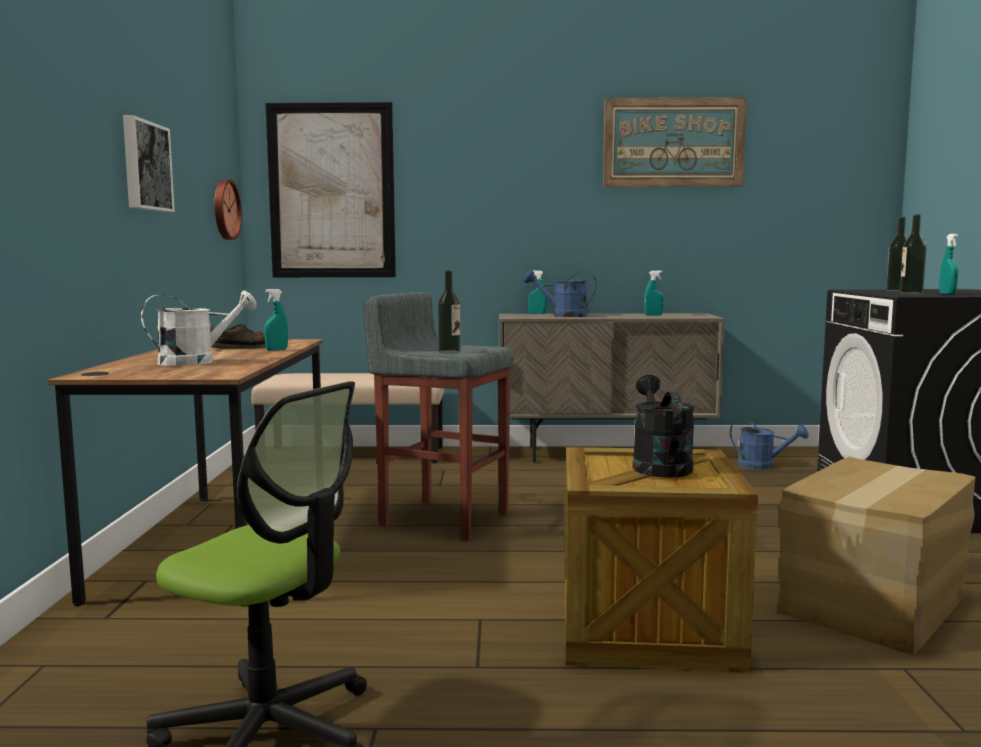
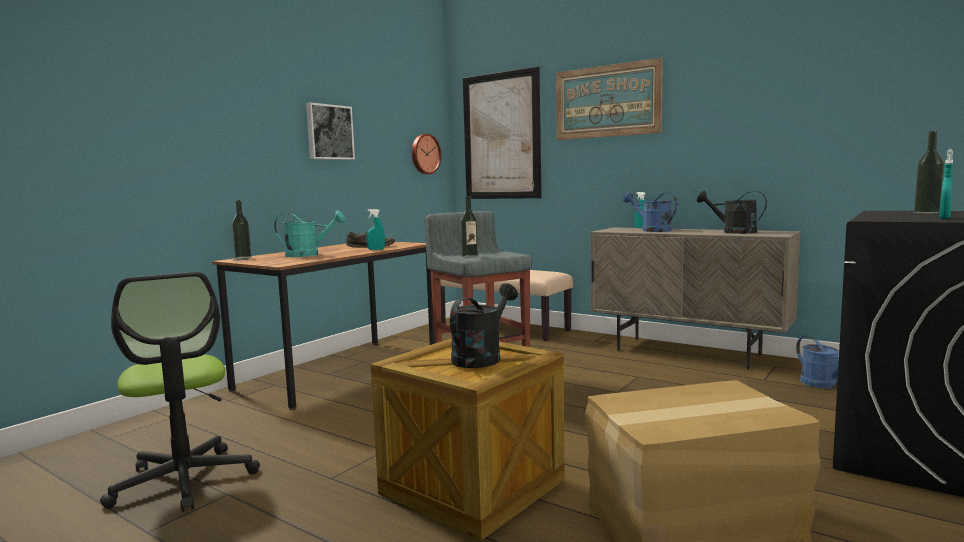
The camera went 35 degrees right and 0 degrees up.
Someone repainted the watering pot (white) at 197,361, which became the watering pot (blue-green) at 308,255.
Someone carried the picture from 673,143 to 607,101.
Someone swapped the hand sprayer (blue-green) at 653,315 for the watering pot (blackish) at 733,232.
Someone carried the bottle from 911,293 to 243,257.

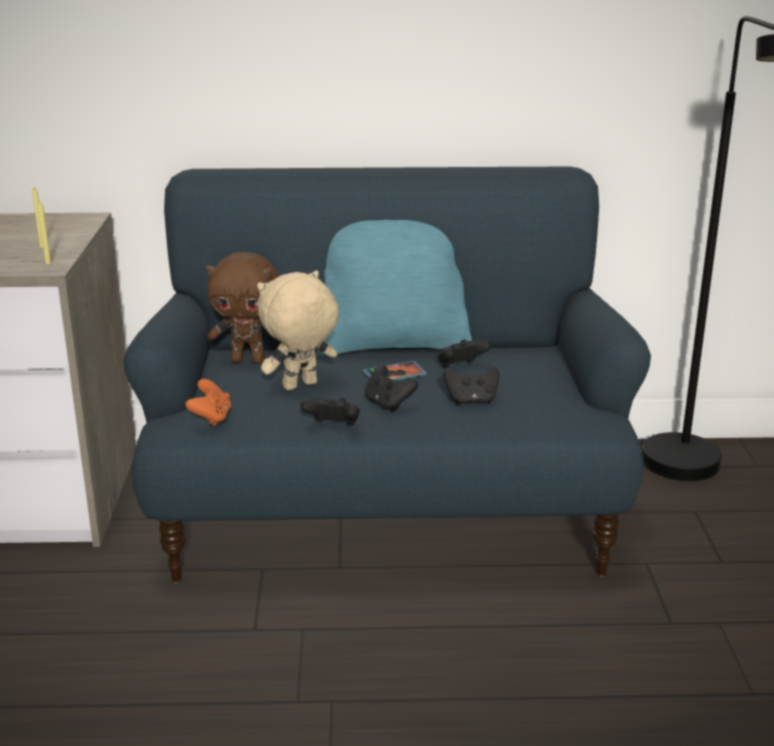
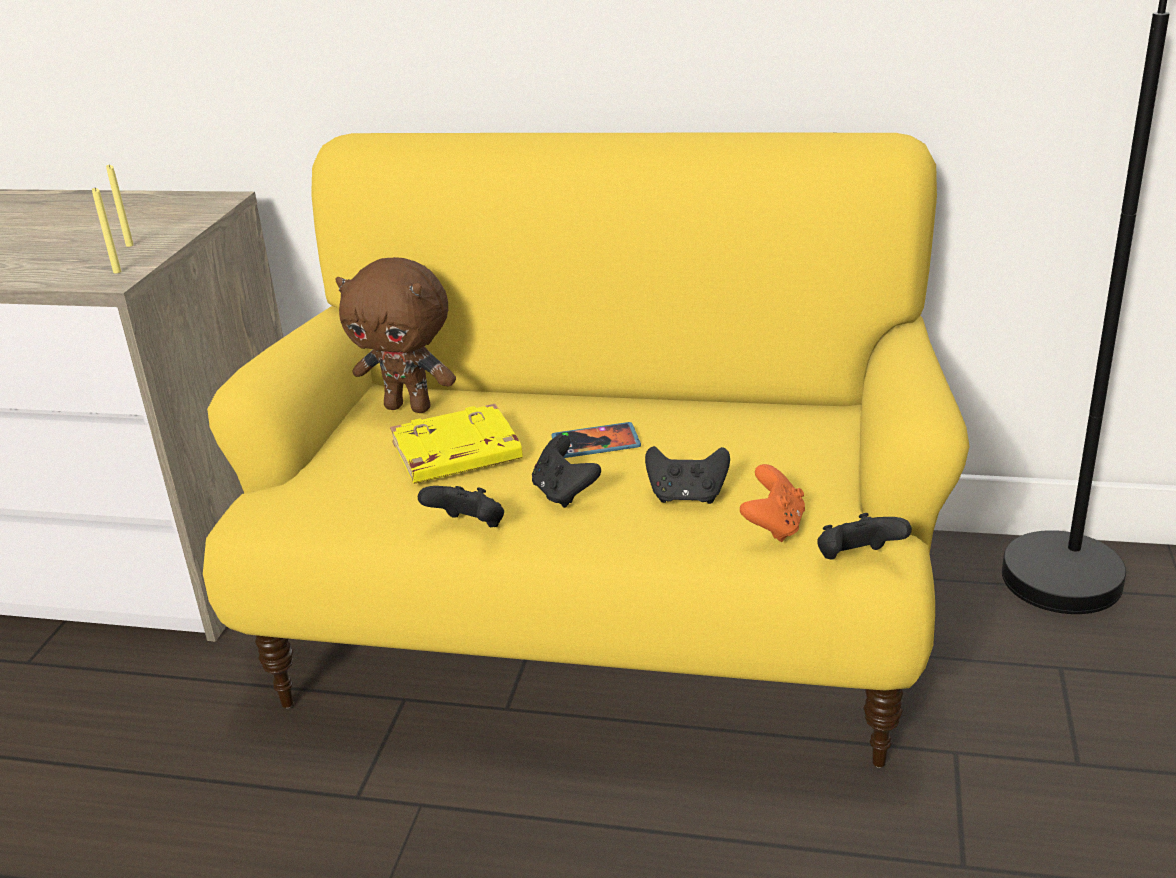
The camera went 15 degrees right and 5 degrees up.
Someone repainted the sofa (bluish) at 386,514, which became the sofa (yellowish) at 599,628.
Someone carried the game controller (orangey) from 211,418 to 774,526.
Someone swapped the plush toy (beige-coloured) at 300,386 for the volume (yellowish) at 456,455.
Someone took away the throw pillow (blue-green) at 394,346.
Someone carried the game controller (blackish) from 461,367 to 857,561.

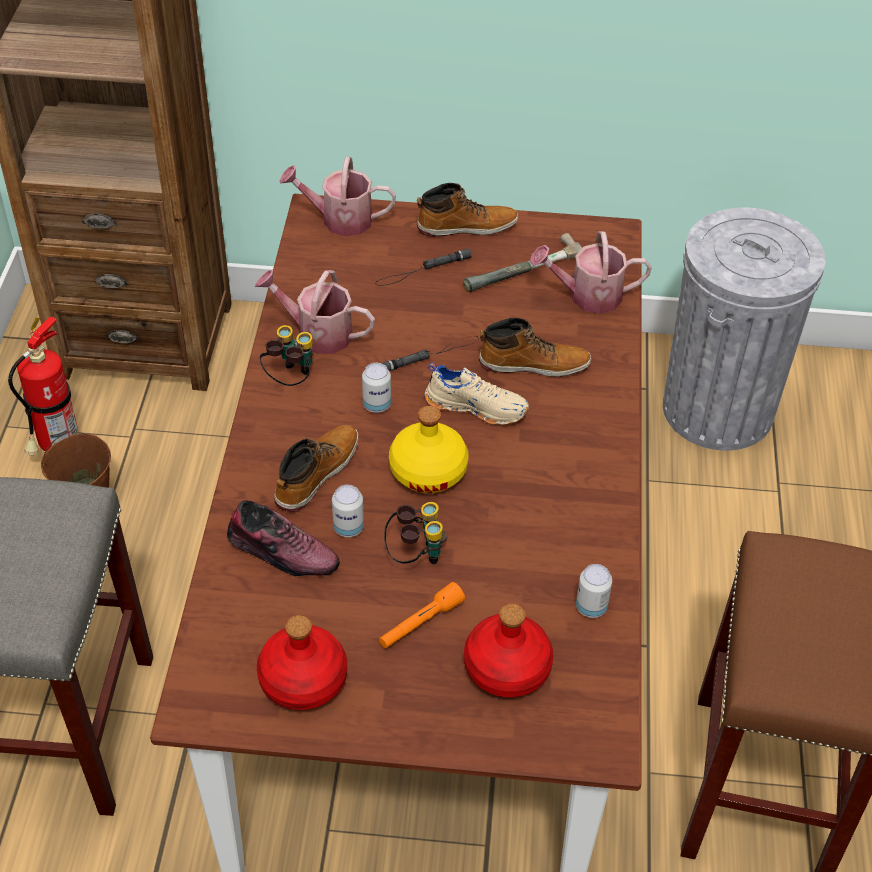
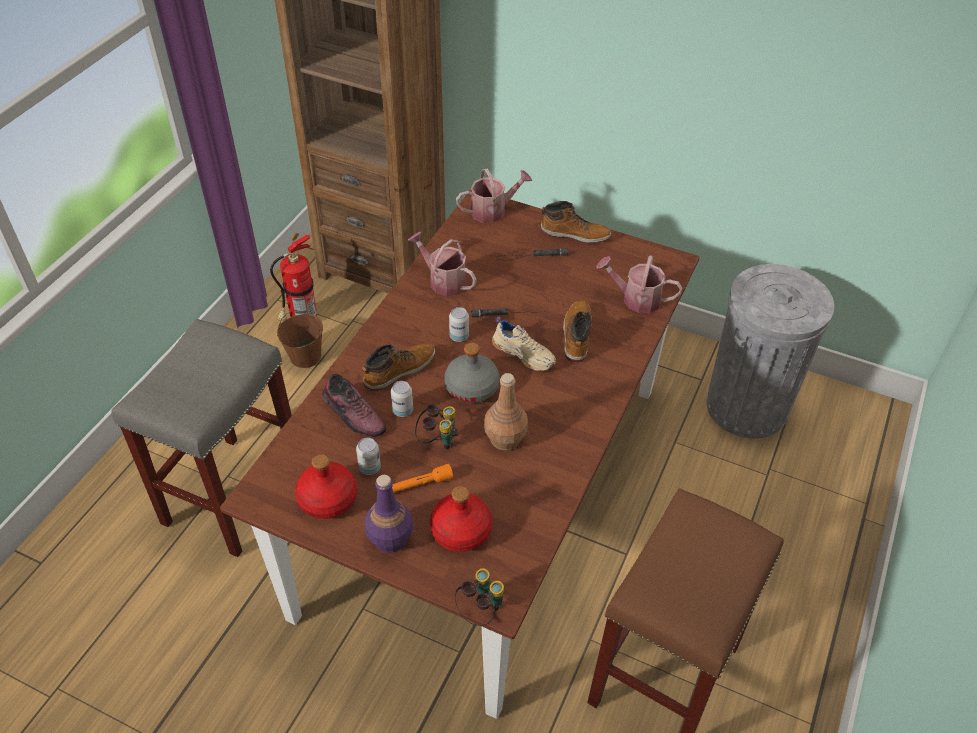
The camera went 20 degrees right and 0 degrees up.
Someone carried the pair of binoculars from 290,379 to 480,611.
Someone rotated the watering pot at 339,219 by 135 degrees clockwise.
Someone repainted the bottle (yellowish) at 428,470, which became the bottle (greyish) at 472,387.
Someone took away the hammer at 528,274.
Someone rotated the tall boot at 533,364 by 105 degrees counterclockwise.
Someone carried the sealed can from 591,607 to 369,468.
Someone put down the bottle (purple) at 390,539.
Someone put down the bottle (brown) at 504,438.

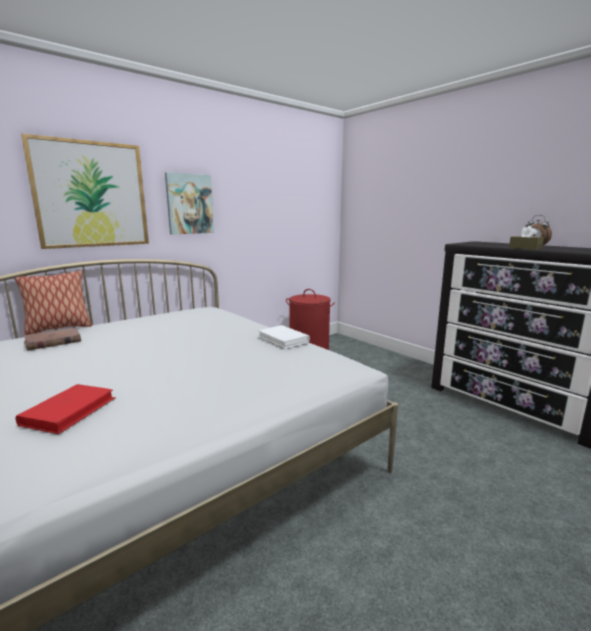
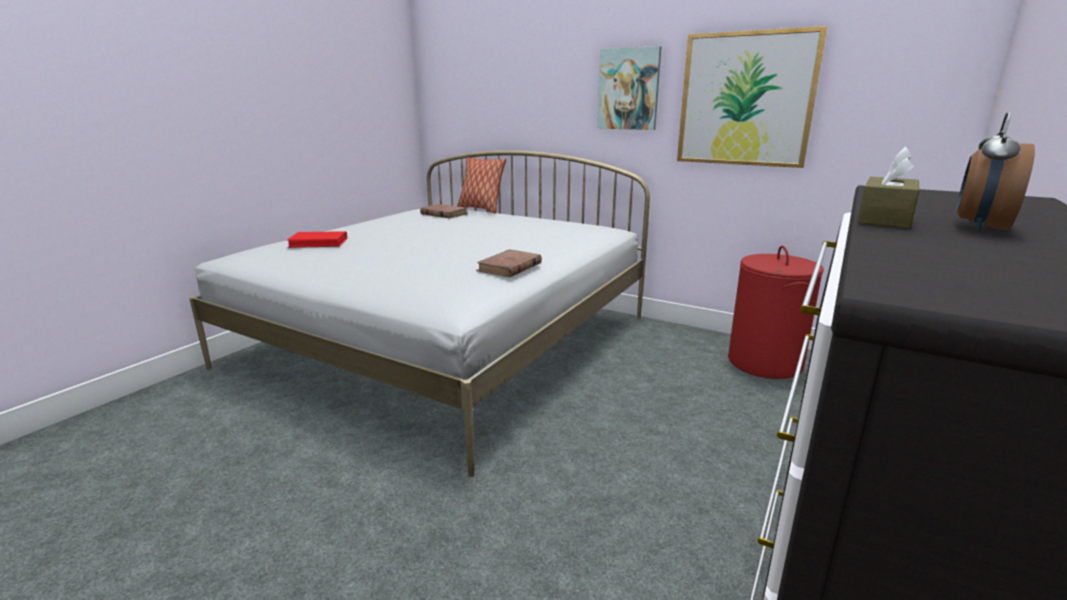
The camera went 70 degrees right and 5 degrees up.
Someone carried the picture from 91,195 to 746,100.
Someone repainted the volume (white) at 283,339, which became the volume (brown) at 509,267.

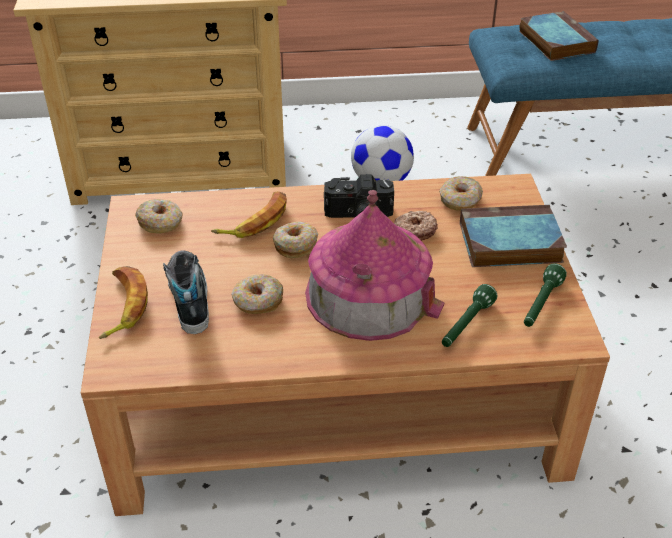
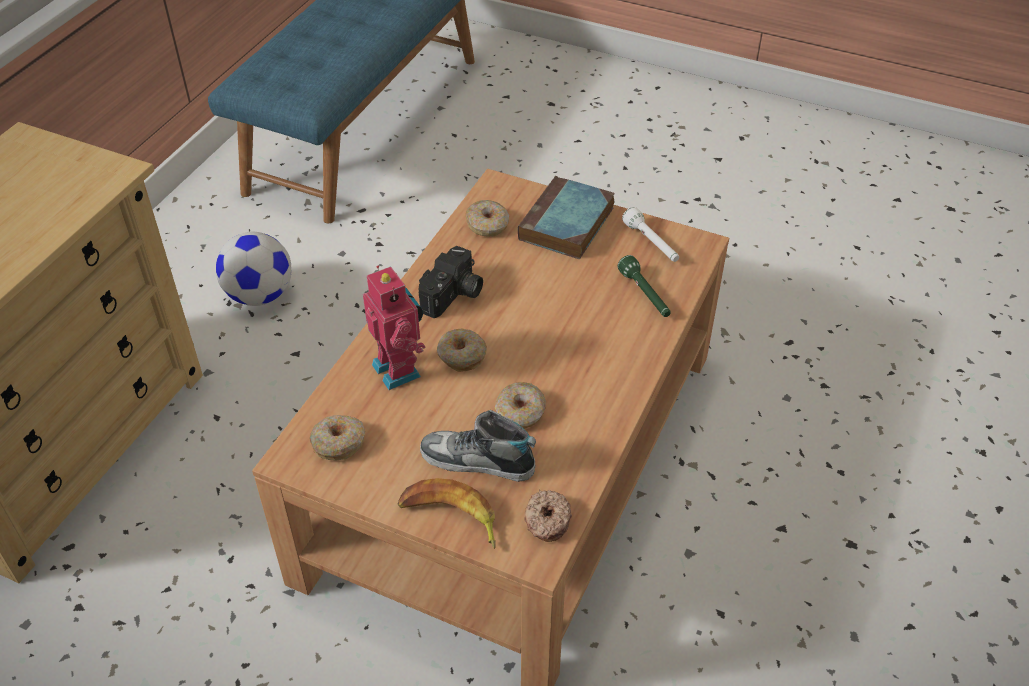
The camera went 60 degrees left and 5 degrees up.
Someone swapped the banana fruit at 255,220 for the toy robot at 399,369.
Someone took away the model house at 369,294.
Someone carried the ring doughnut from 414,231 to 546,520.
Someone took away the volume at 555,41.
Someone repainted the flashlight (green) at 541,304, which became the flashlight (white) at 651,243.

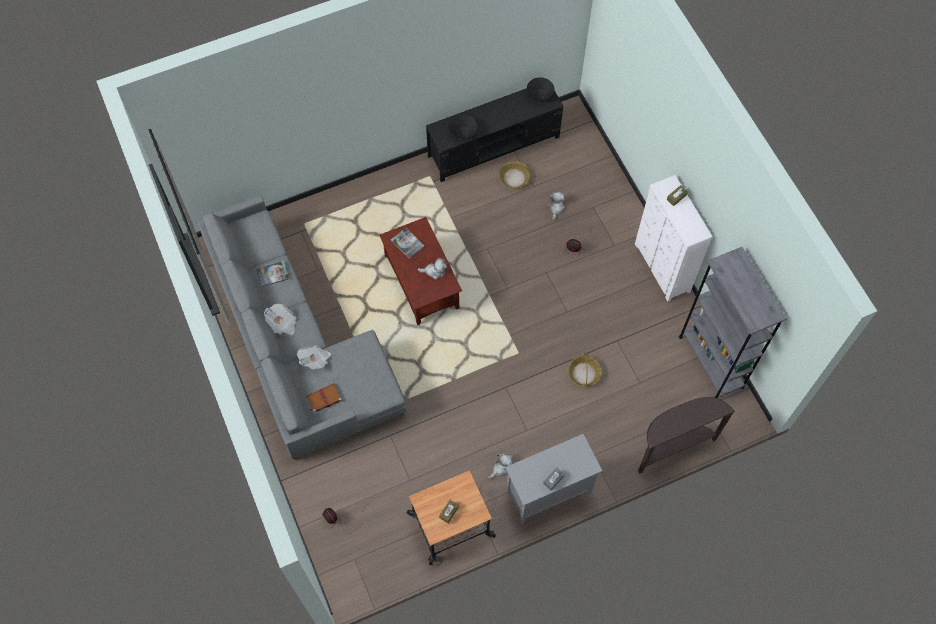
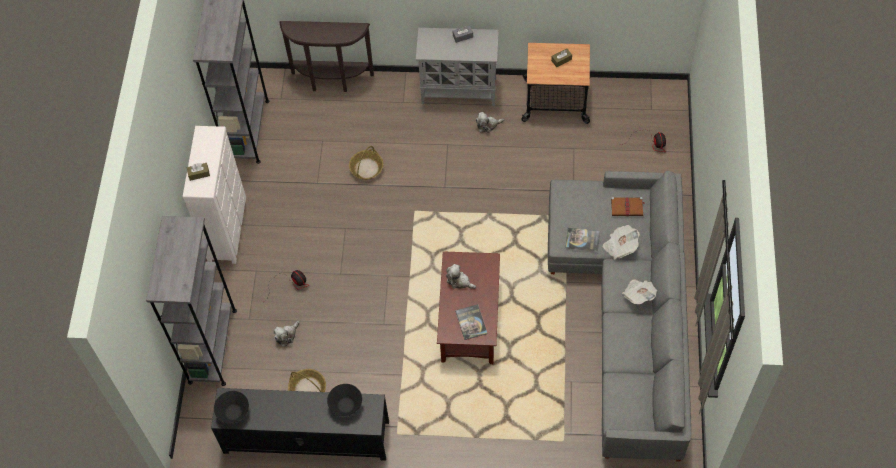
The camera went 150 degrees left and 5 degrees down.
Someone carried the volume from 272,274 to 582,239.
Someone put down the bookshelf (greyish) at 212,346.

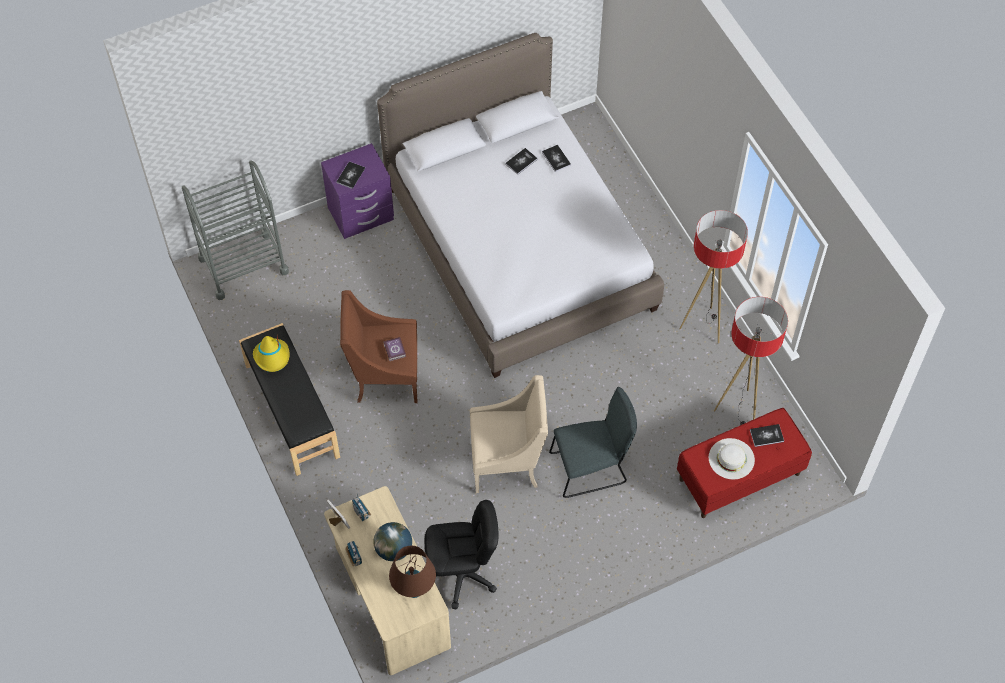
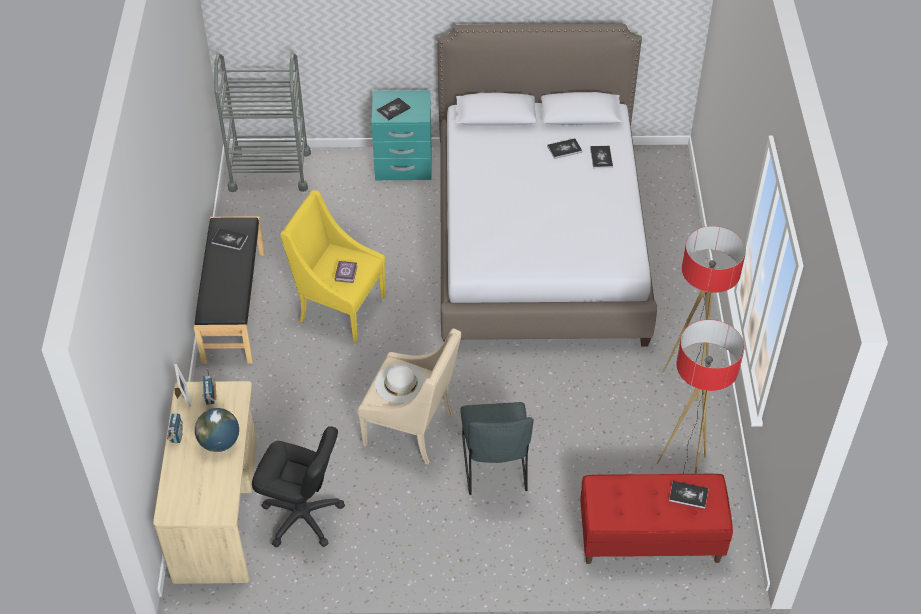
The camera went 25 degrees right and 10 degrees down.
Someone swapped the clothing hat (yellowish) at 272,357 for the volume at 229,240.
Someone repainted the night table (purple) at 361,215, which became the night table (blue-green) at 403,166.
Someone repainted the easy chair (brown) at 384,376, which became the easy chair (yellowish) at 339,308.
Someone took away the lamp for a table (brown) at 414,590.
Someone rotated the plain chair (greyish) at 591,468 by 75 degrees clockwise.
Someone carried the clothing hat (white) from 731,458 to 400,383.

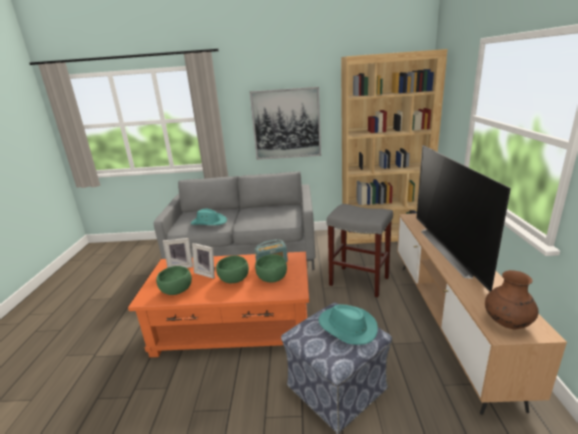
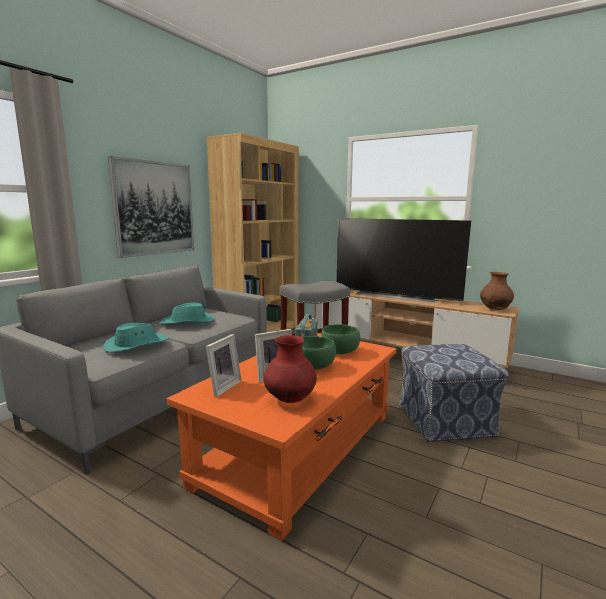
The camera went 60 degrees left and 10 degrees down.
Someone swapped the bowl (green) at 177,290 for the vase (reddish) at 290,400.
Someone carried the clothing hat (blue-green) from 347,327 to 188,322.

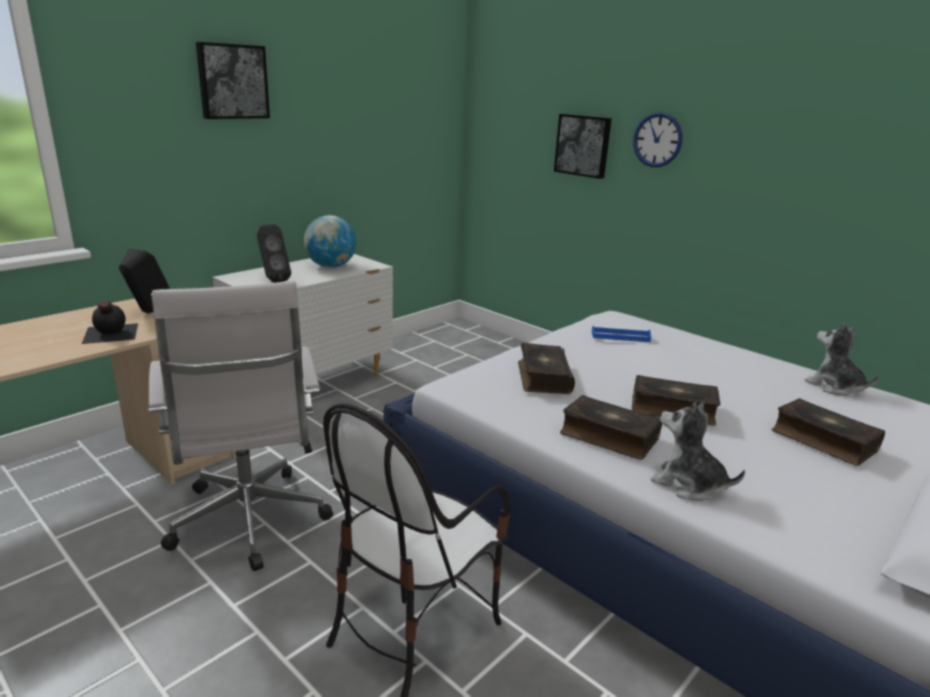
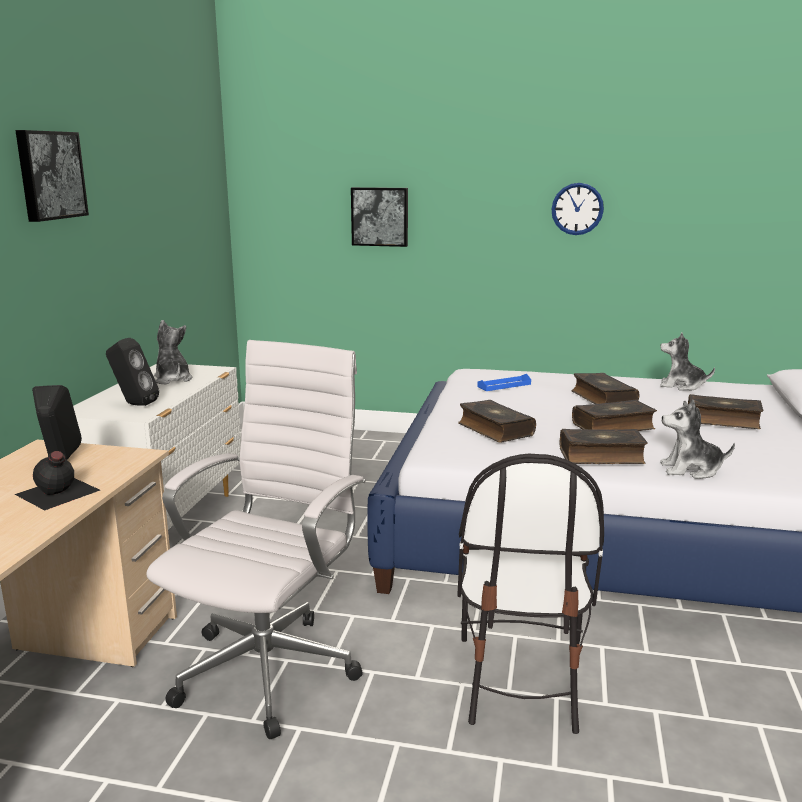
The camera went 30 degrees left and 5 degrees down.
Someone rotated the office chair (white) at 249,524 by 105 degrees counterclockwise.
Someone swapped the globe at 331,266 for the plush toy at 172,379.
Someone carried the hanging clock from 657,140 to 577,209.
Someone put down the volume at 602,398.

